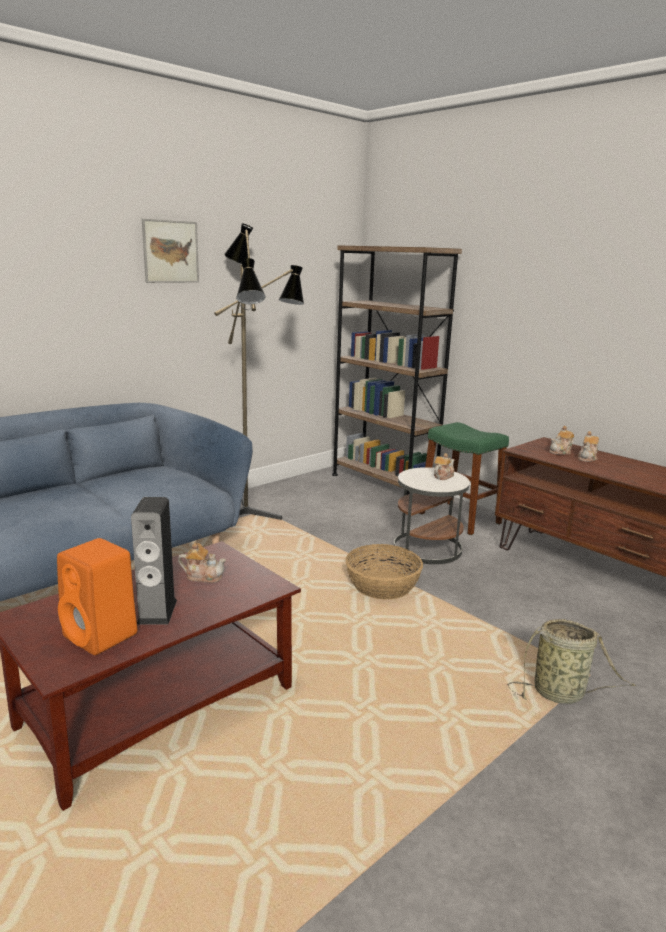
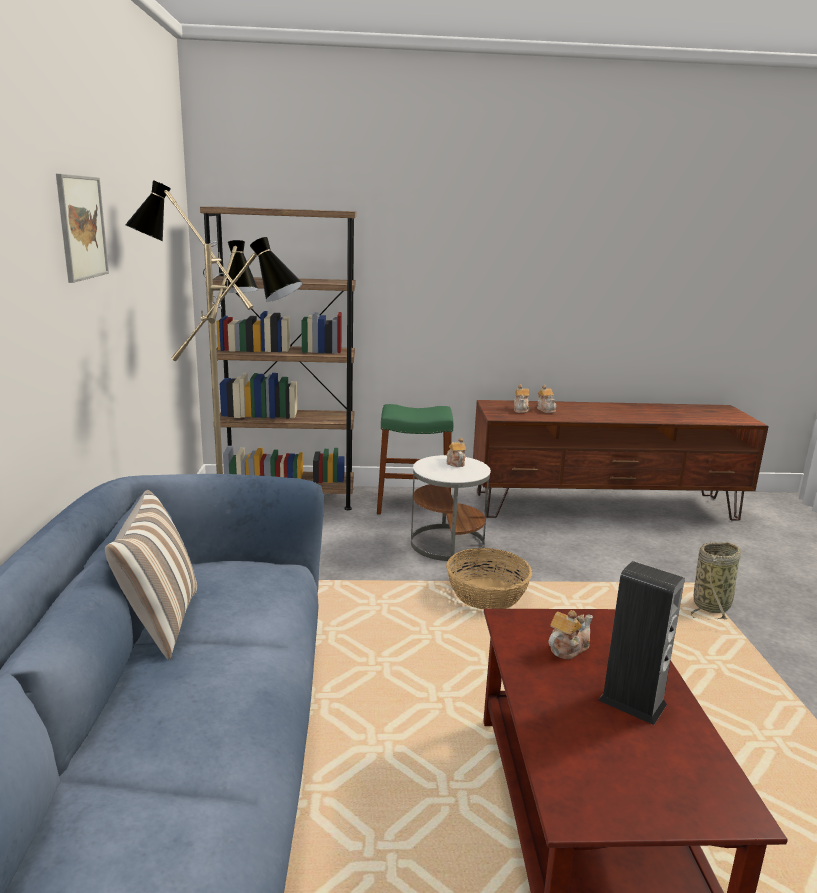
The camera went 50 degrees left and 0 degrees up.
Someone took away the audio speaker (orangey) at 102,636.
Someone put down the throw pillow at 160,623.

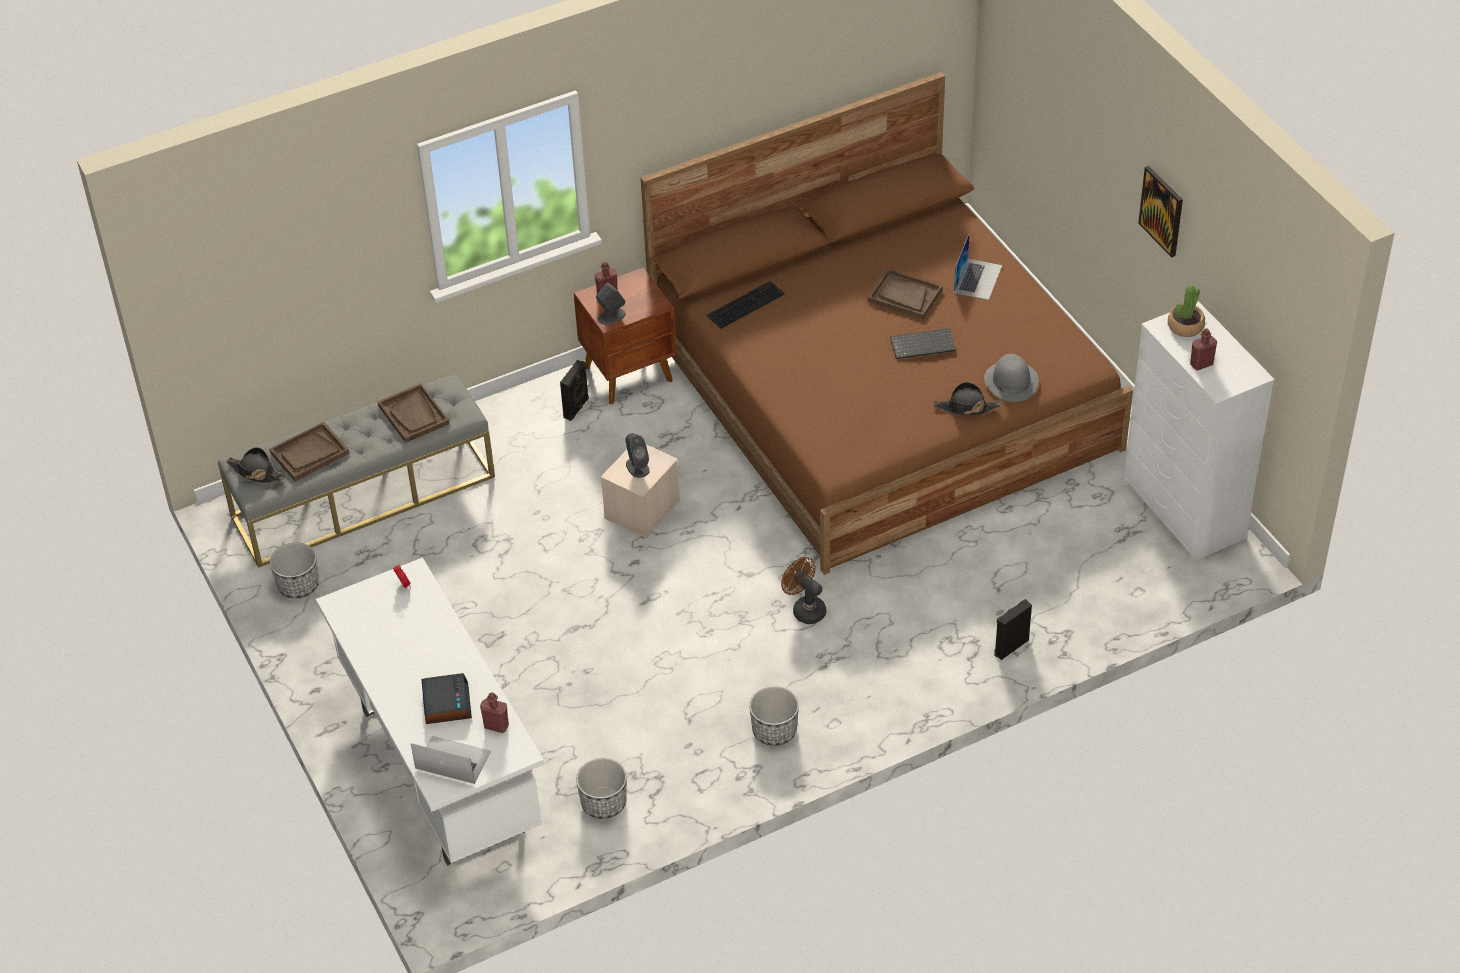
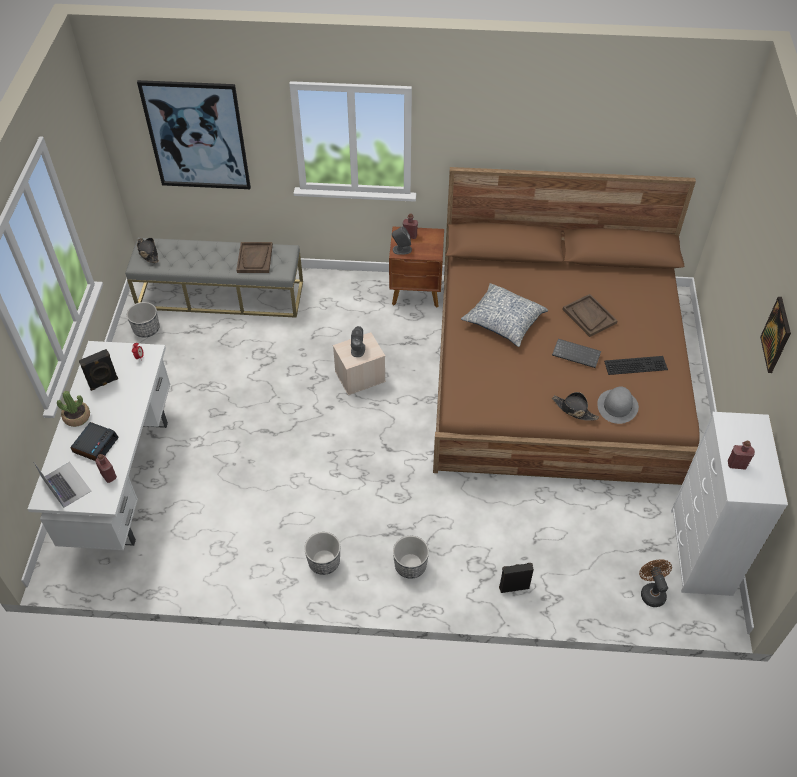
The camera went 30 degrees right and 5 degrees up.
Someone took away the serving tray (brown) at 309,453.
Someone carried the audio speaker (blackish) from 577,408 to 104,383.
Someone carried the planter from 603,803 to 410,565.
Someone carried the computer keyboard from 745,303 to 636,364.
Someone carried the electric fan (brown) from 805,609 to 651,592.
Someone took away the laptop at 977,278.
Someone carried the plant in a pot from 1185,326 to 77,417.
Someone put up the picture at 197,136.
Someone put down the throw pillow at 503,321.

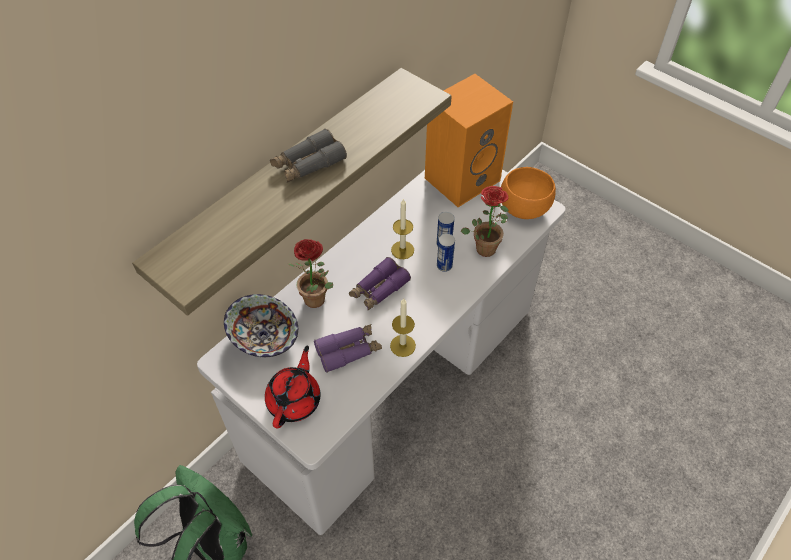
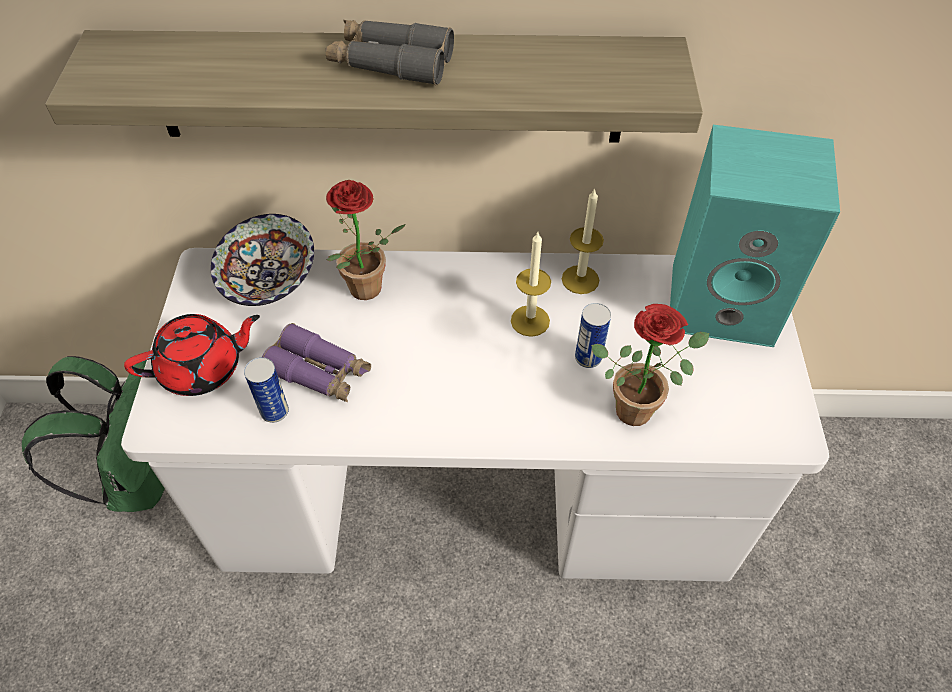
The camera went 50 degrees right and 0 degrees up.
Someone took away the pair of binoculars (purple) at 379,289.
Someone carried the wax light from 402,345 to 580,279.
Someone repainted the audio speaker (orangey) at 462,178, which became the audio speaker (blue-green) at 724,302.
Someone carried the sealed can from 444,266 to 274,411.
Someone took away the bowl (orangey) at 523,208.

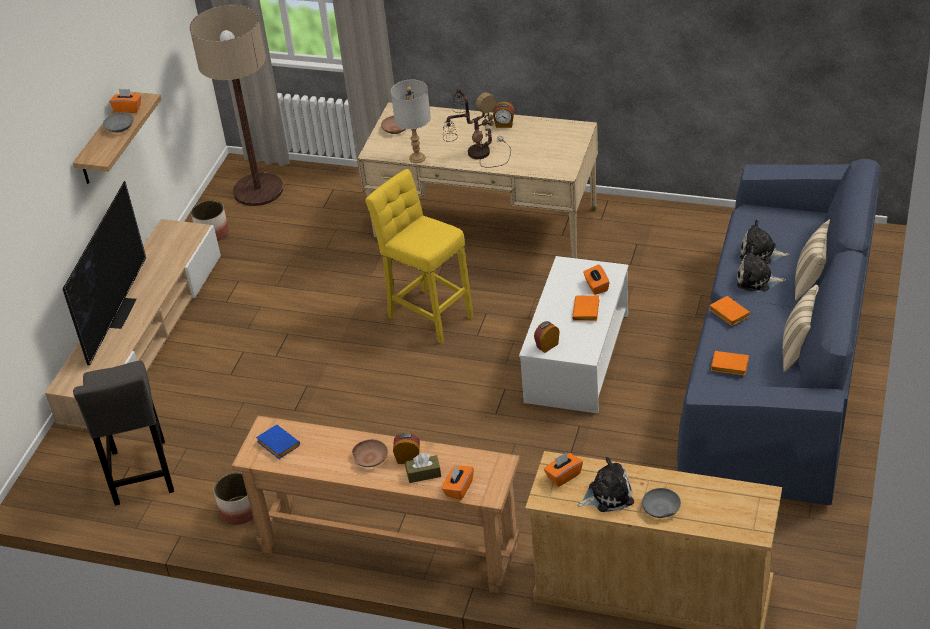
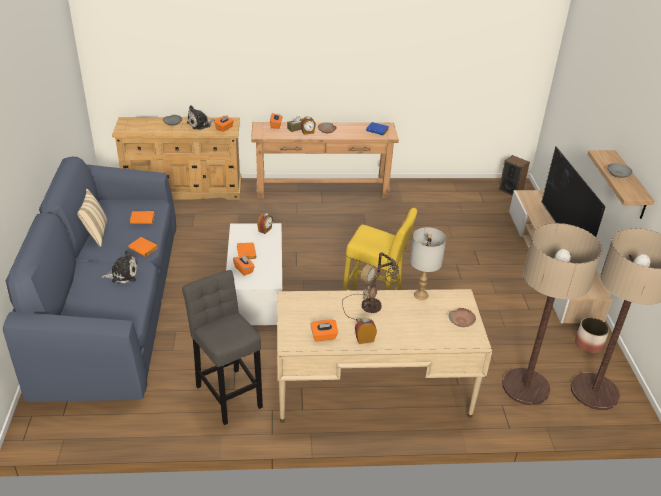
The camera went 155 degrees right and 5 degrees down.
Someone carried the stool (greyish) from 141,476 to 228,393.
Someone carried the box of tissues (orangey) from 128,109 to 324,336.
Someone took away the planter at 240,510.
Someone took away the plush toy at 760,253.
Someone took away the throw pillow (beige-coloured) at 812,282.
Someone put down the audio speaker at 510,190.
Someone put down the standard lamp at 525,387.

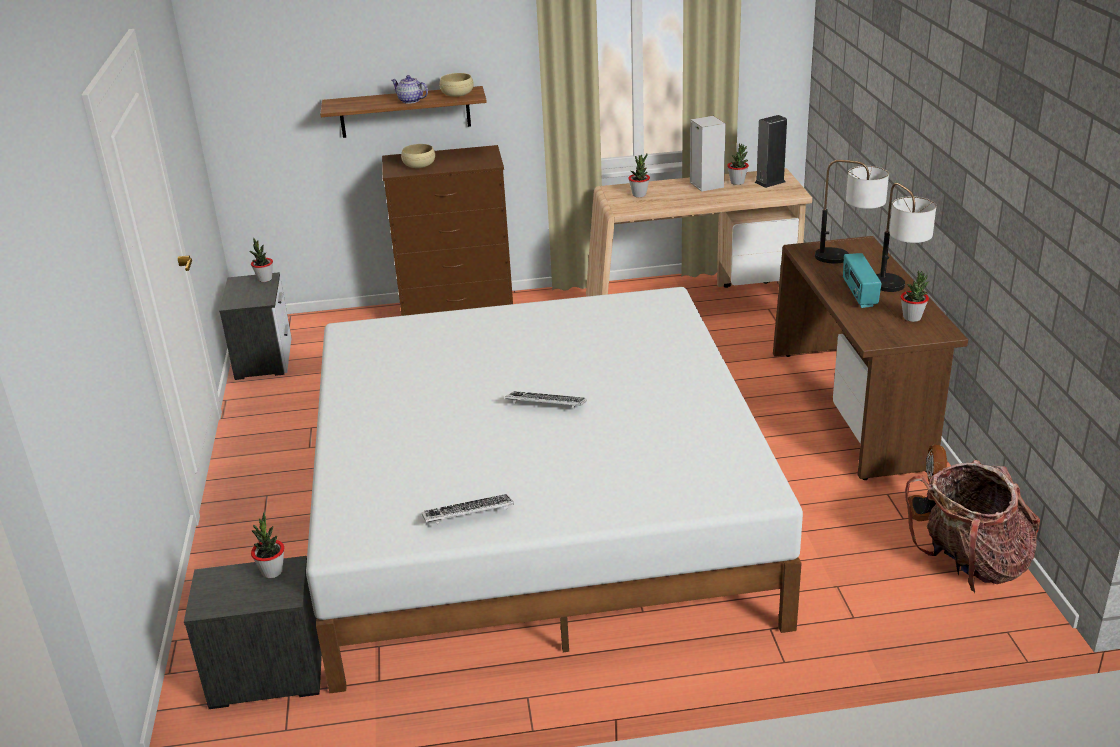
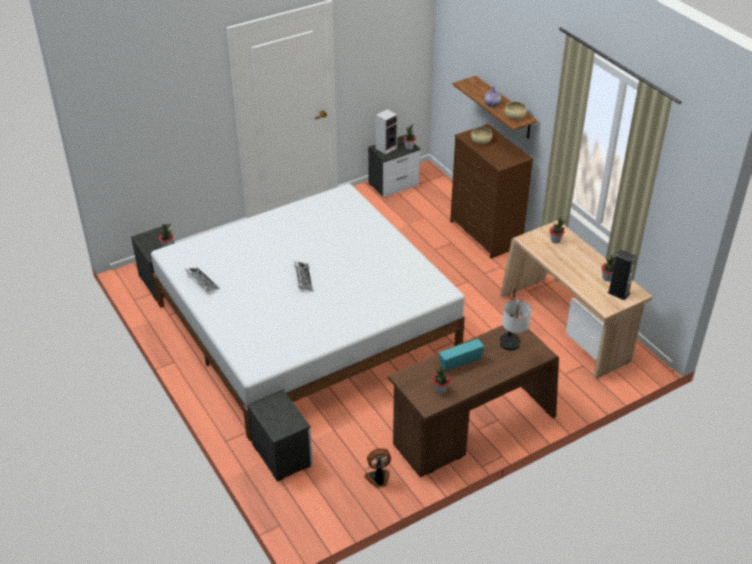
The camera went 65 degrees right and 10 degrees up.
Someone carried the audio speaker from 705,184 to 386,148.
Someone took away the lamp for a table at 896,291.
Someone took away the rucksack at 970,566.
Someone put down the night table at 281,454.

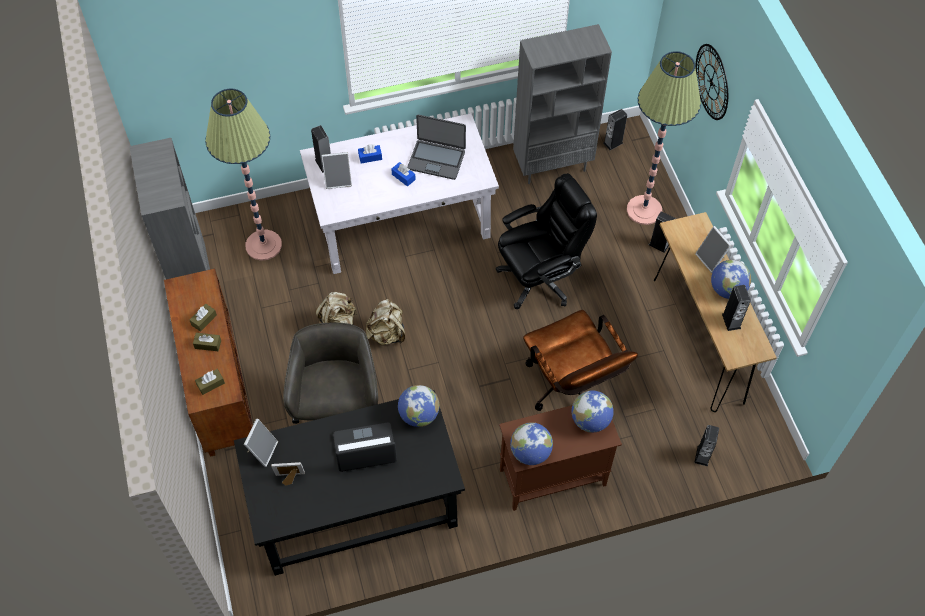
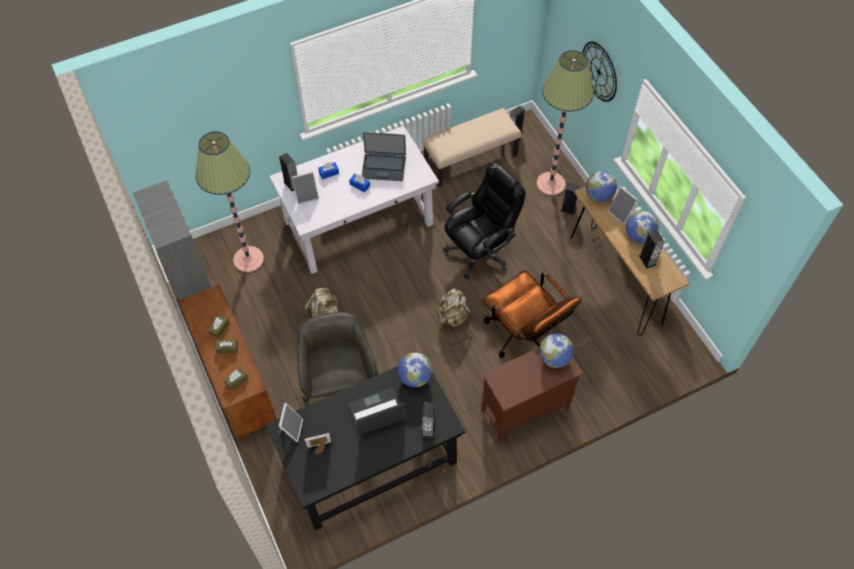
The camera went 10 degrees left and 0 degrees up.
Someone carried the rucksack (beige-coloured) from 387,334 to 453,317.
Someone carried the globe from 530,452 to 598,196.
Someone swapped the bookshelf (greyish) at 552,165 for the long seat (beige-coloured) at 470,159.
Someone carried the audio speaker from 702,455 to 428,429.

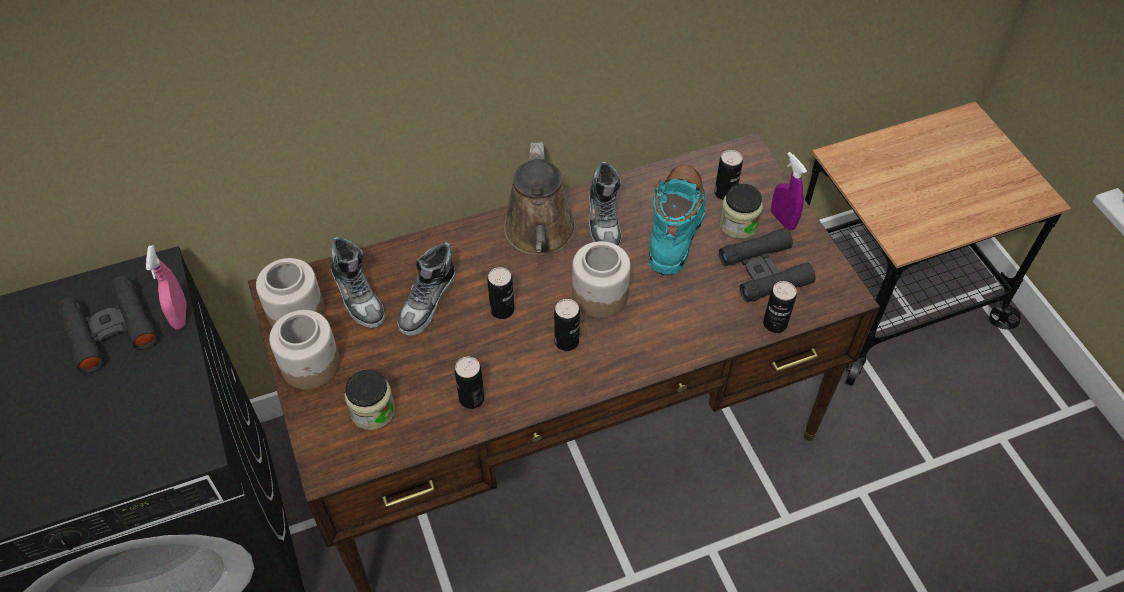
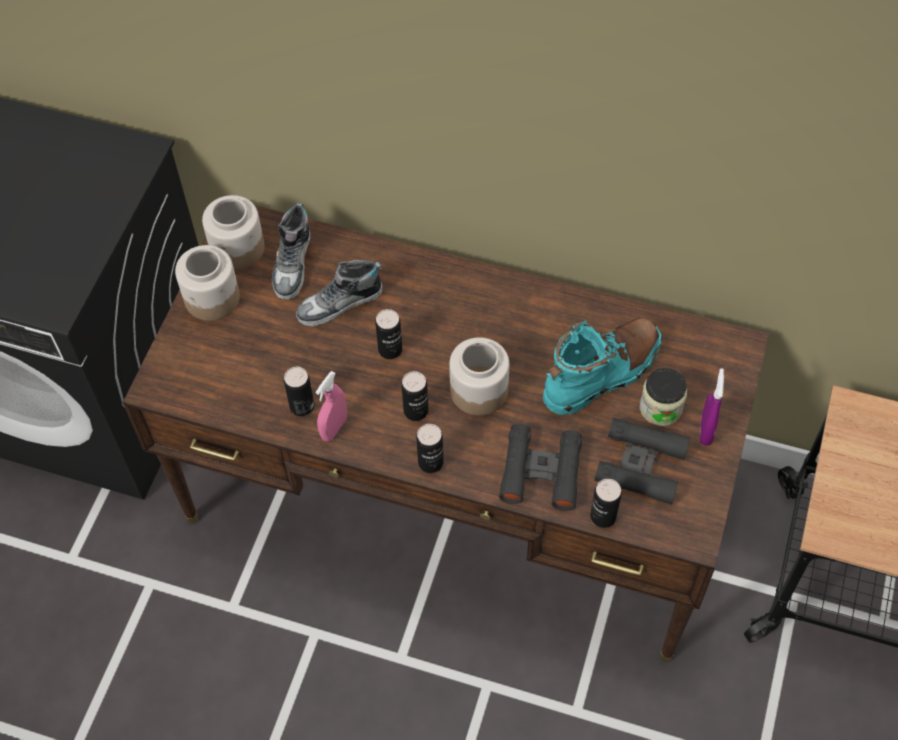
The camera went 40 degrees right and 5 degrees up.
Someone carried the pair of binoculars (blackish) from 110,330 to 541,471.
Someone carried the hand sprayer (pinkish) from 180,315 to 334,428.
Someone took away the jar at 372,411.
Someone took away the watering pot (brown) at 540,234.
Someone took away the item of footwear at 604,221.
Someone carried the sealed can from 725,193 to 430,462.

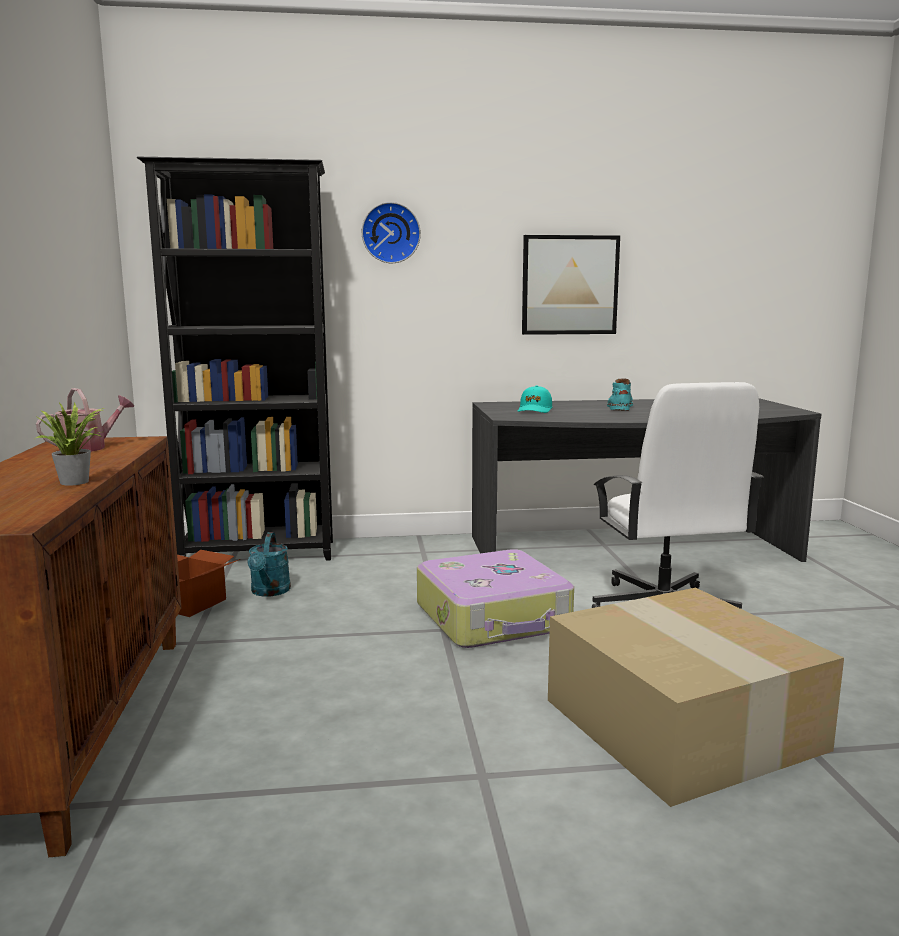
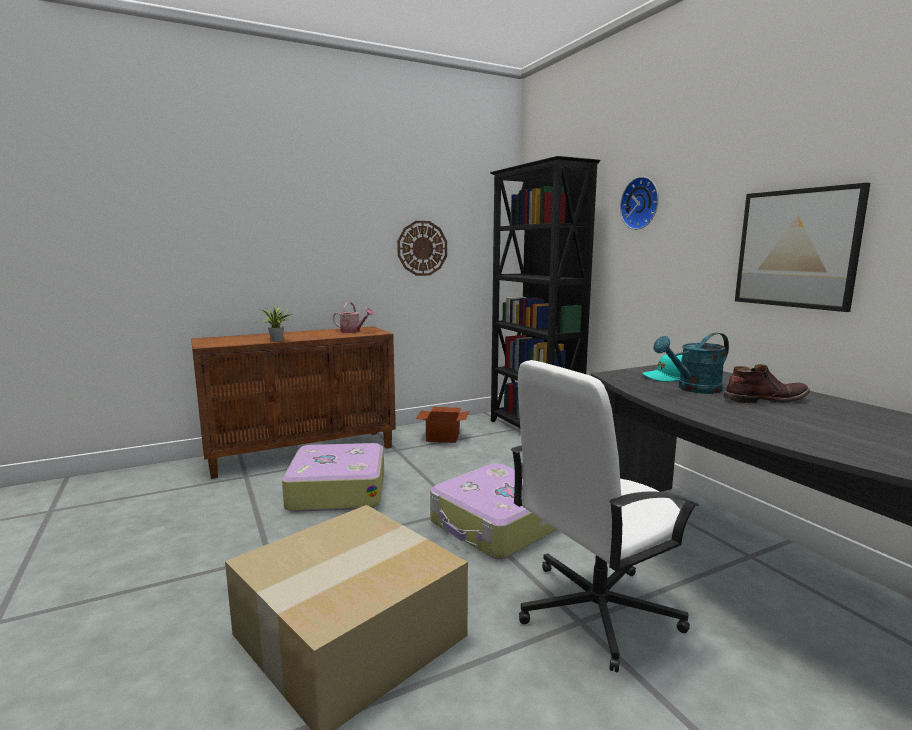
The camera went 70 degrees right and 0 degrees up.
Someone carried the watering pot (blue-green) from 269,592 to 693,389.
Someone repainted the tall boot (blue-green) at 619,407, which became the tall boot (brown) at 764,399.
Someone put down the piece of luggage at 337,490.
Someone put up the hanging clock at 422,248.

